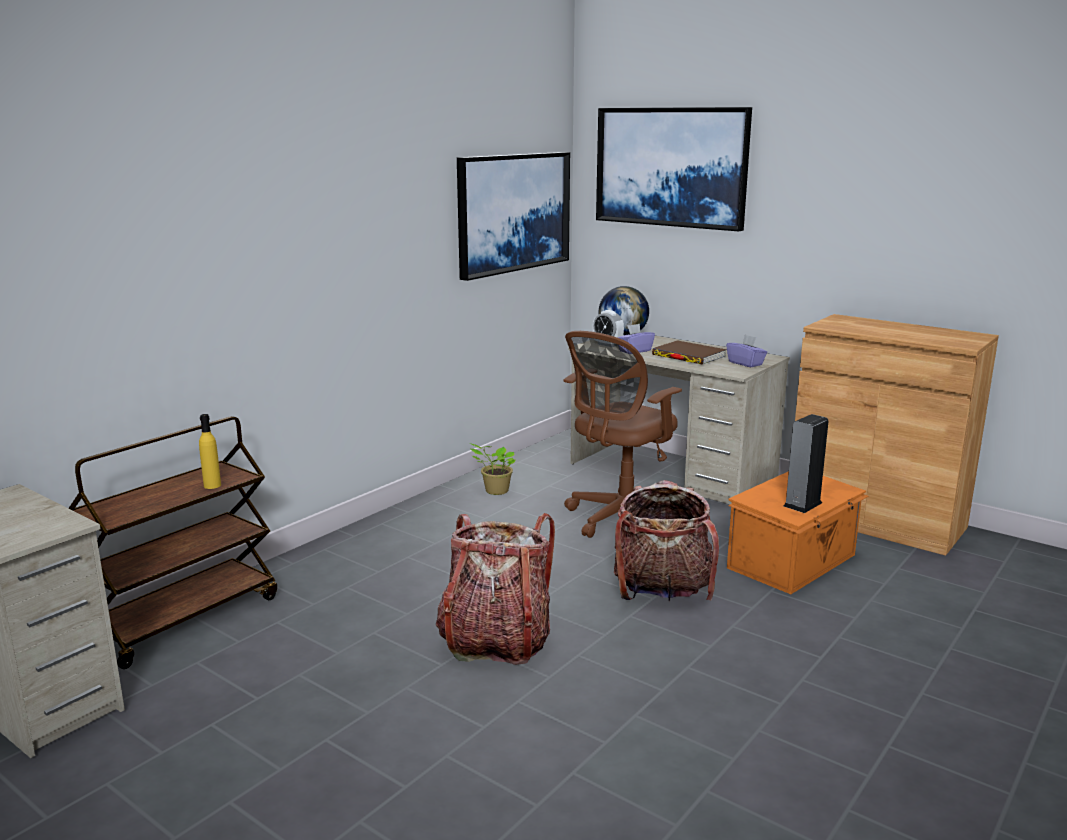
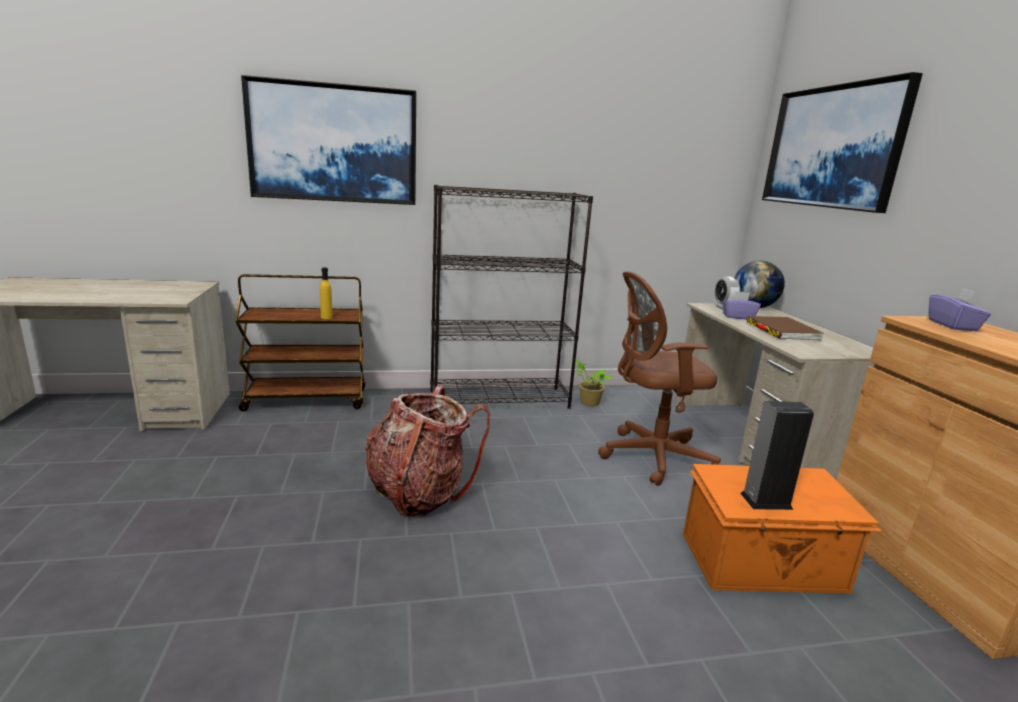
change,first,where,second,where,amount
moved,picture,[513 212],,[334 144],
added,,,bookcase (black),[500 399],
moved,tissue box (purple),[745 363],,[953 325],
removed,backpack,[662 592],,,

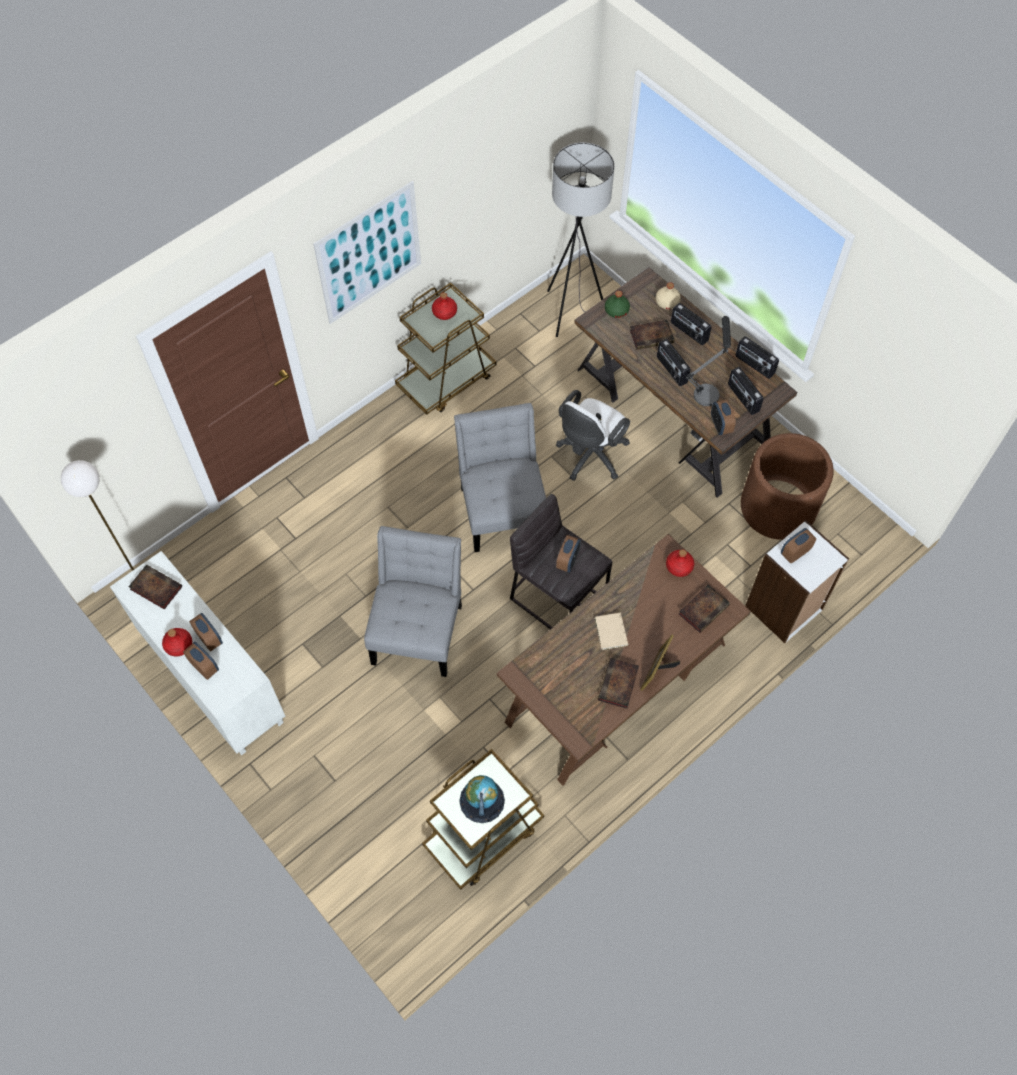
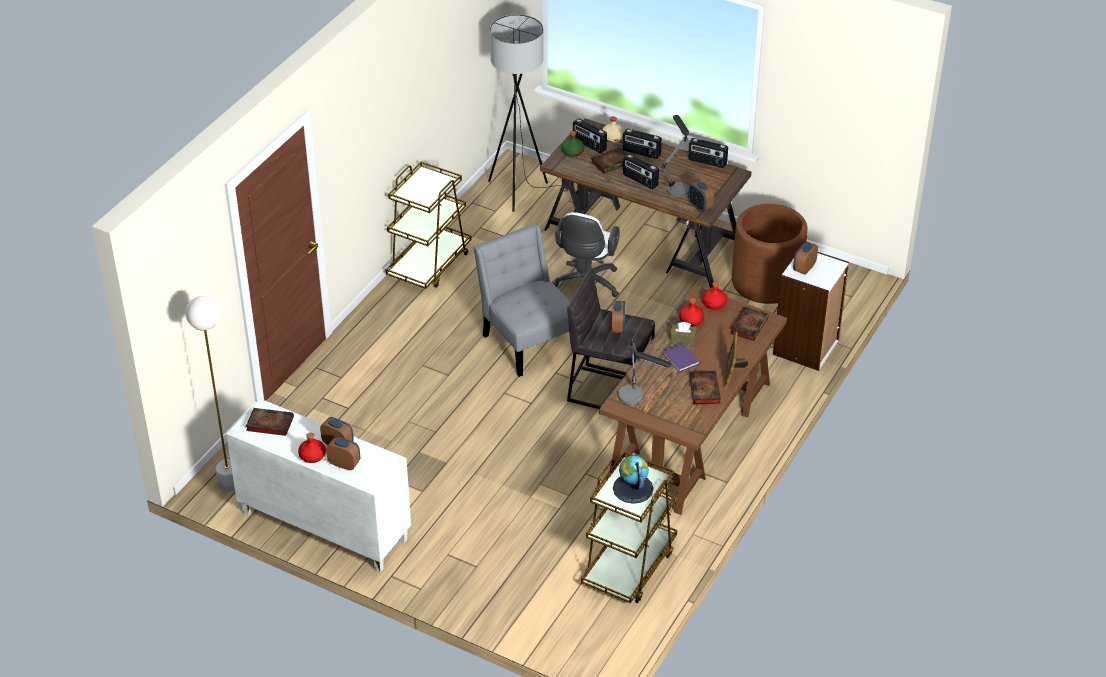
change,first,where,second,where,amount
moved,radio,[742 398],,[589 145],
added,,,table lamp,[637 398],
recoloured,book (beige),[610 633],book (purple),[680 359],
added,,,tissue box (brown),[682 338],
moved,bottle (red),[445 312],,[691 320],
removed,picture,[369 253],,,
removed,chair (grey),[418 628],,,

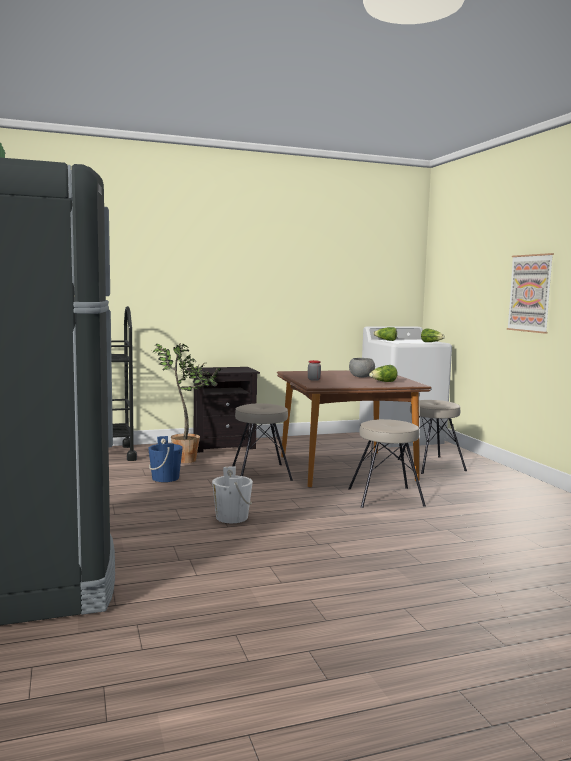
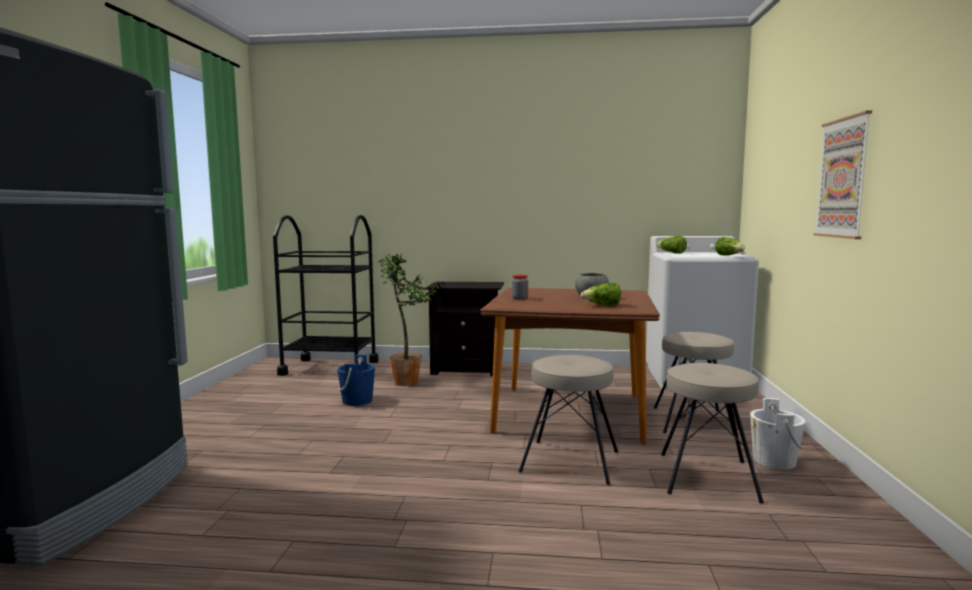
change,first,where,second,where,amount
moved,stool (beige),[260 473],,[706 476],
moved,bucket (white),[232 517],,[774 461],

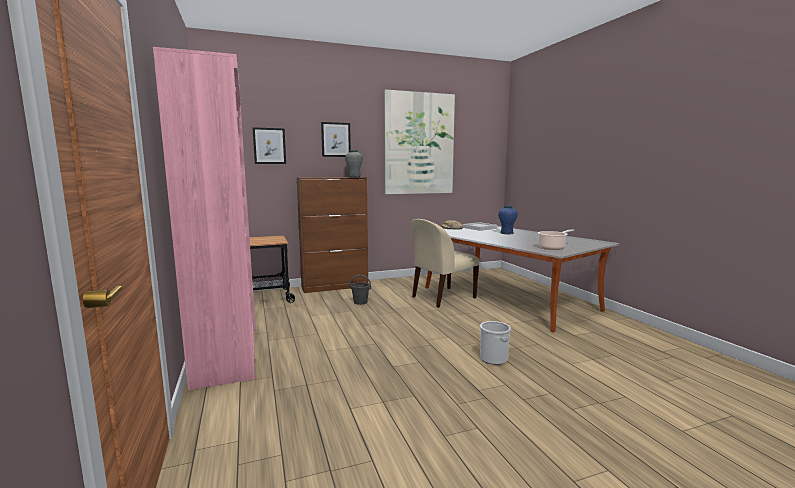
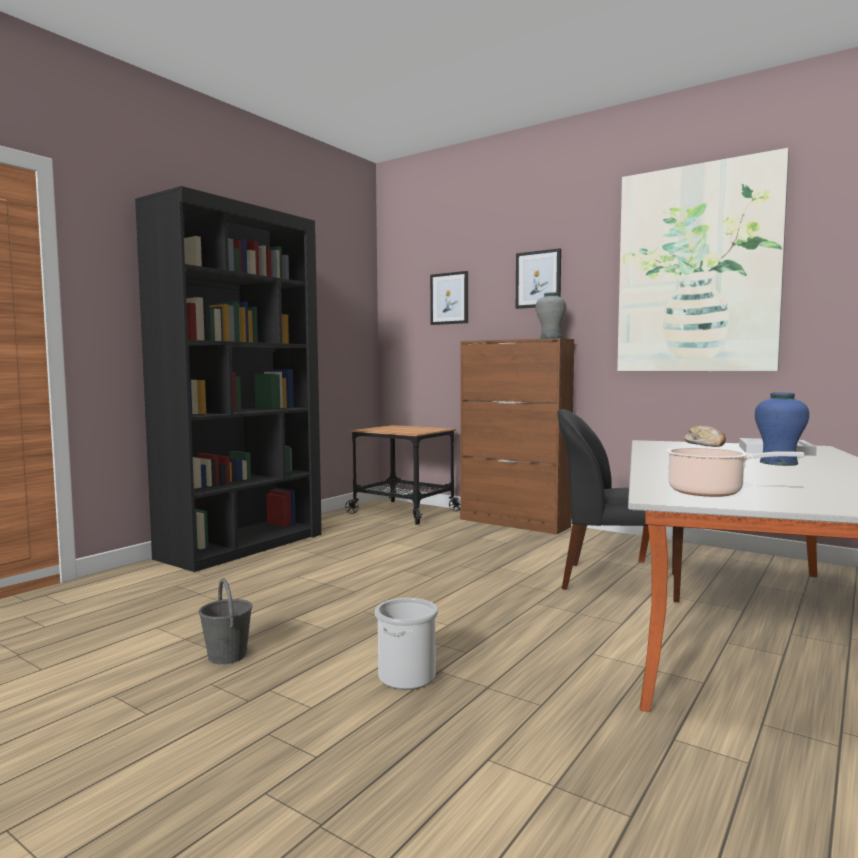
change,first,where,second,where,amount
recoloured,bookcase (pink),[227 353],bookcase (black),[243 546],
moved,bucket (grey),[360 302],,[227 656],
recoloured,chair (beige),[442 298],chair (black),[618 581],

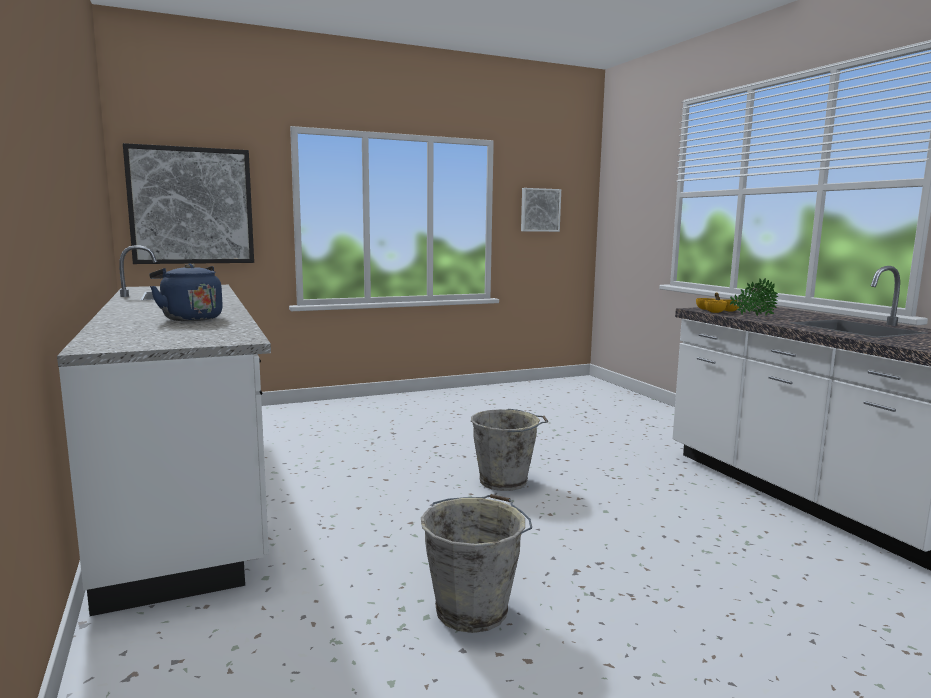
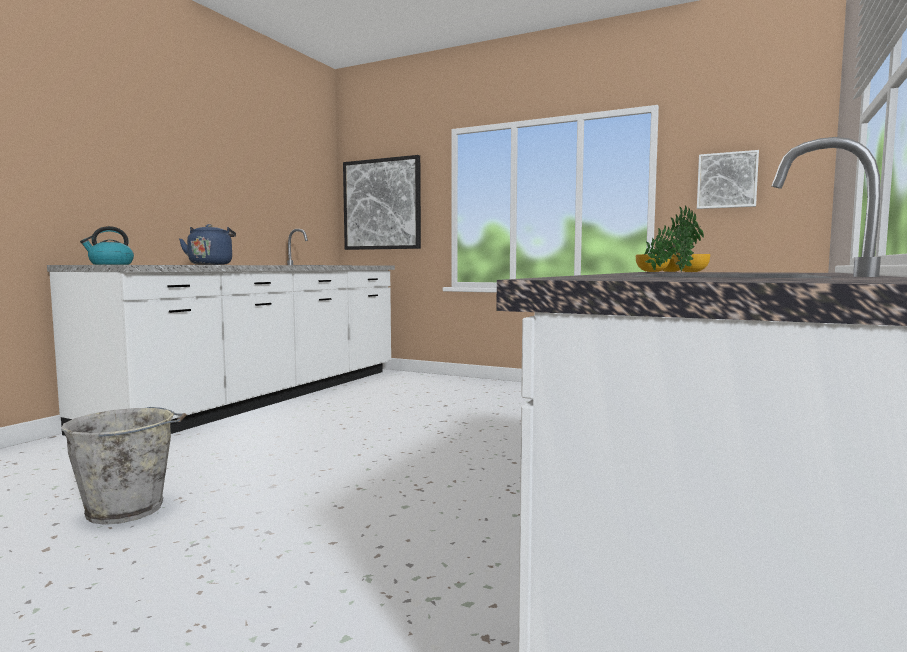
change,first,where,second,where,amount
added,,,kettle,[110 264],
removed,bucket (grey),[505 481],,,

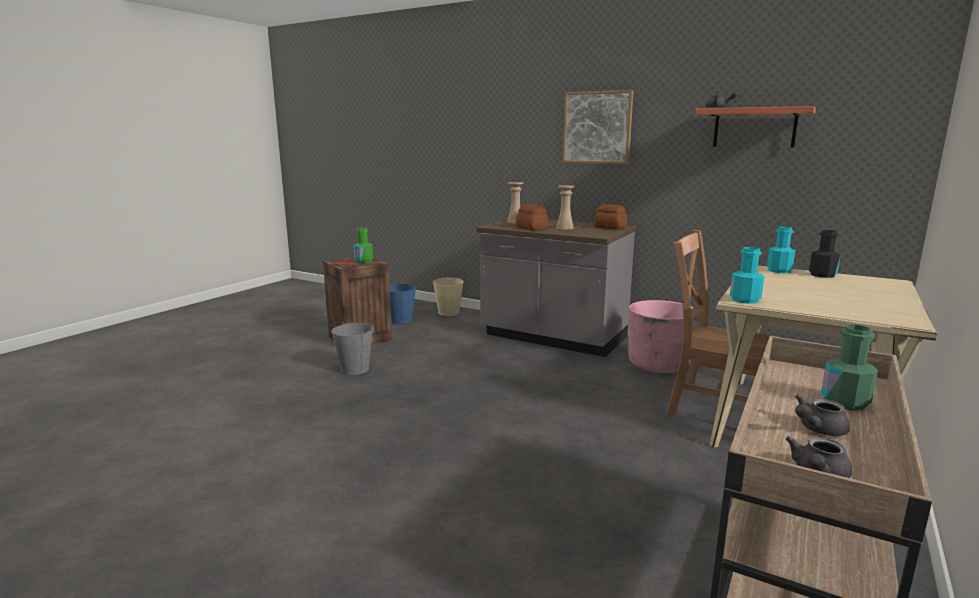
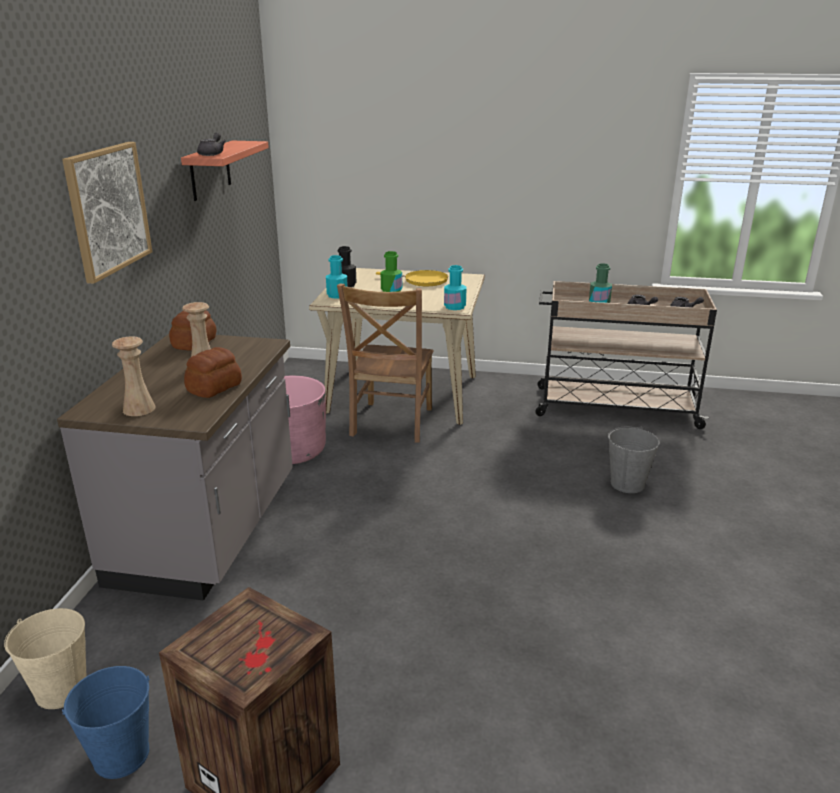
change,first,where,second,where,amount
added,,,frying pan (yellow),[422 281],
moved,bottle (green),[364 261],,[391 291],
moved,bucket (grey),[355 369],,[627 484],

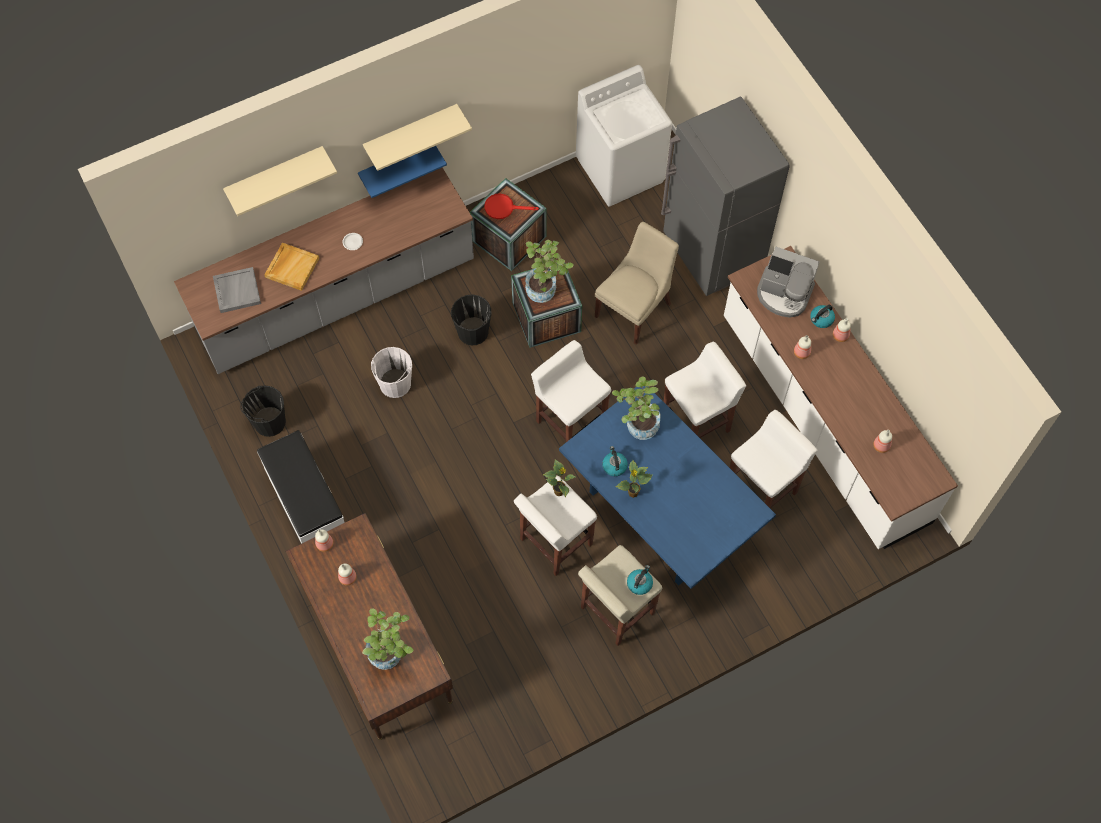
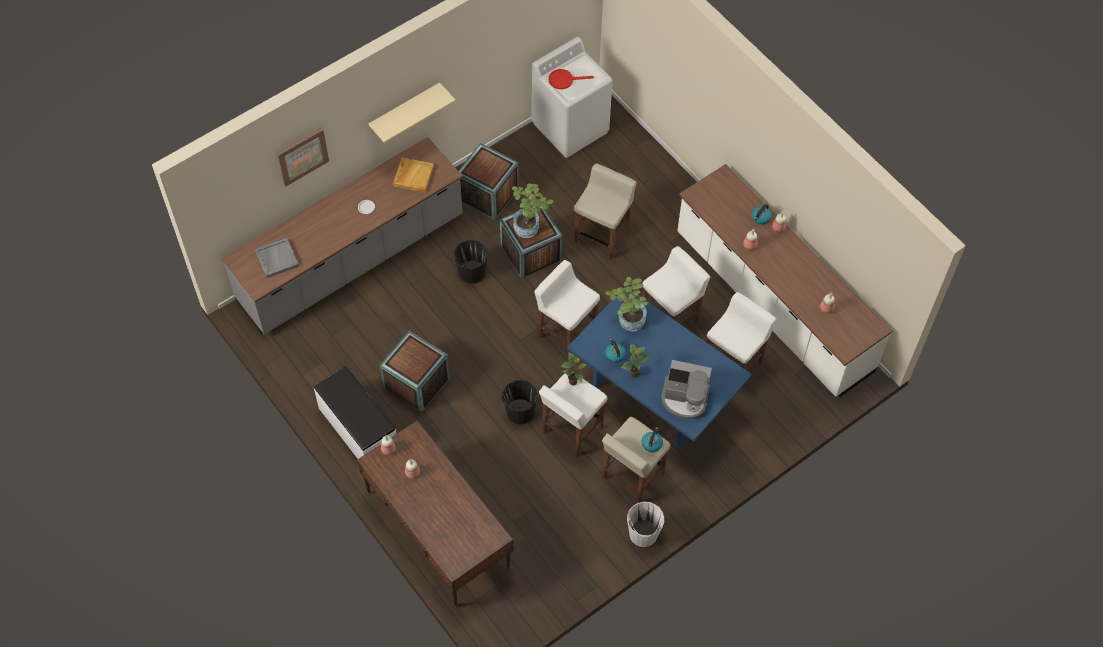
change,first,where,second,where,amount
replaced,shelf (beige),[275 174],picture,[302 156],
added,,,crate,[416 383],
moved,tray (beige),[292 267],,[413 175],
moved,bucket (black),[269 422],,[520 412],
moved,frying pan (red),[503 208],,[564 80],
replaced,chair (beige),[634 308],stool (beige),[602 236],
moved,bucket (white),[395 384],,[643 534],
moved,coffee machine,[784 294],,[685 398],
removed,shelf (blue),[396 163],,,
removed,potted plant,[390 654],,,
removed,fridge (grey),[712 254],,,

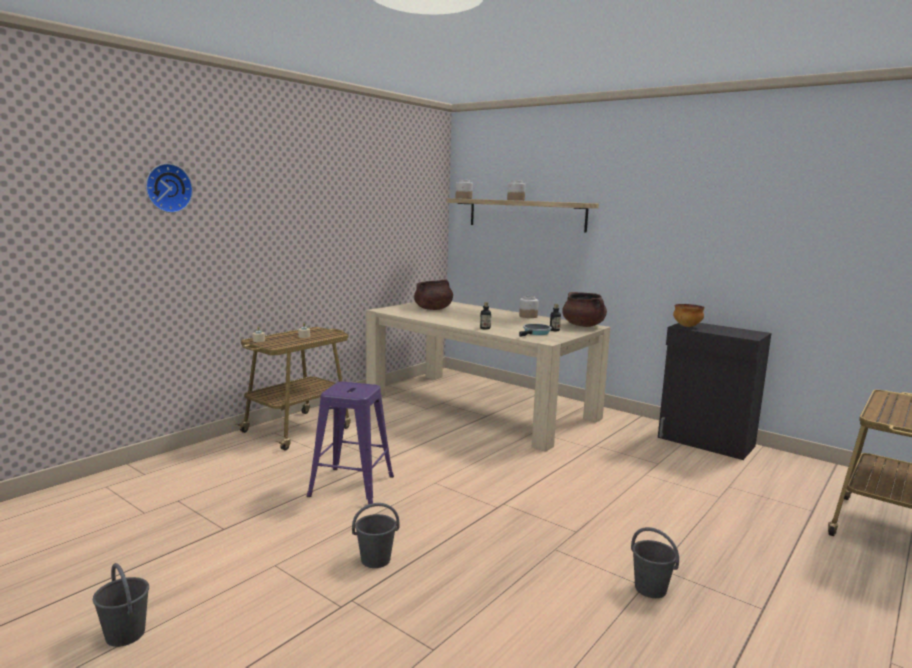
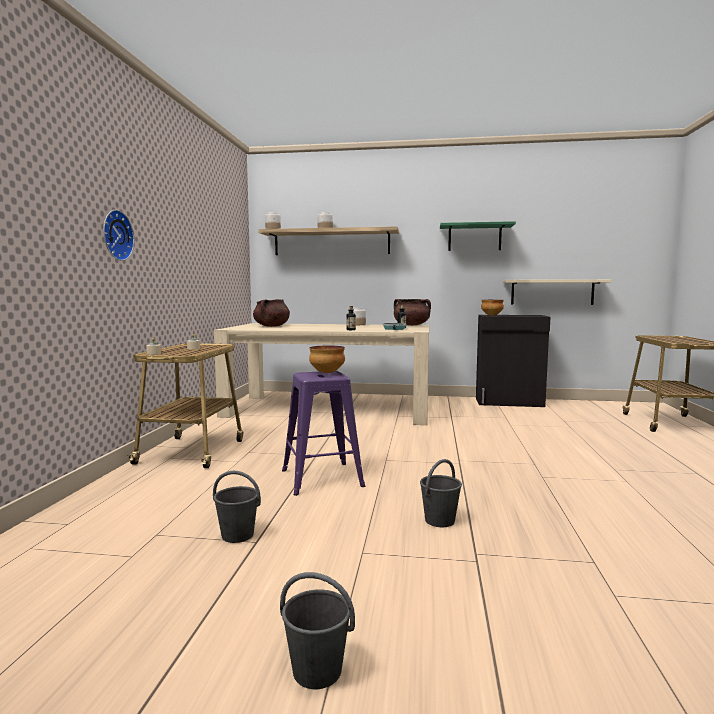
change,first,where,second,where,amount
moved,wall clock,[167 188],,[115 235],
moved,bucket (grey),[651 589],,[238 535],
added,,,bowl,[326 373],
added,,,shelf (green),[474 238],
added,,,shelf (beige),[552 292],

